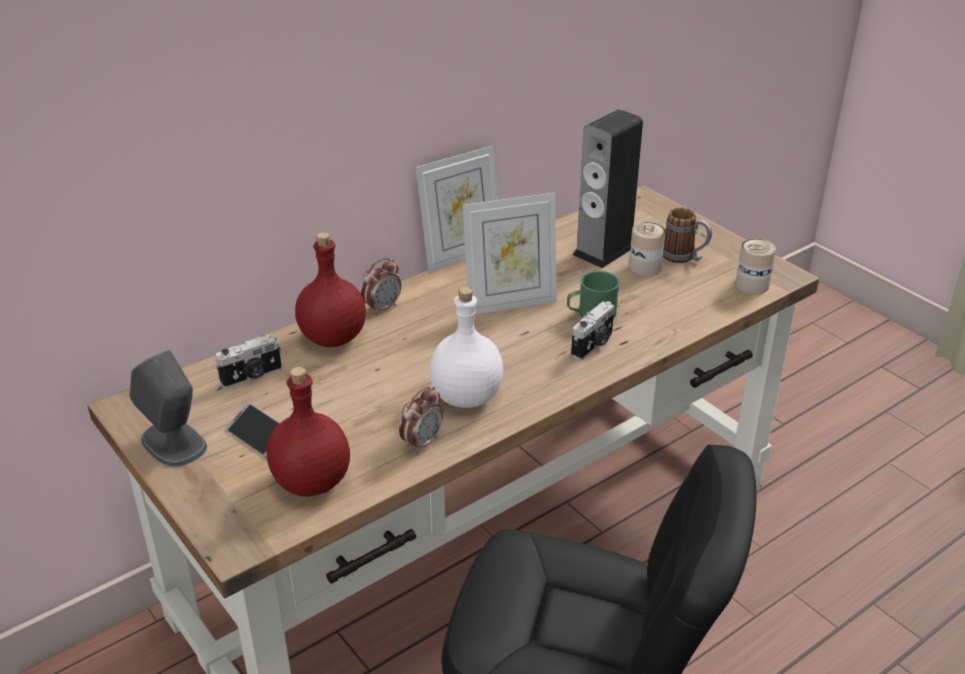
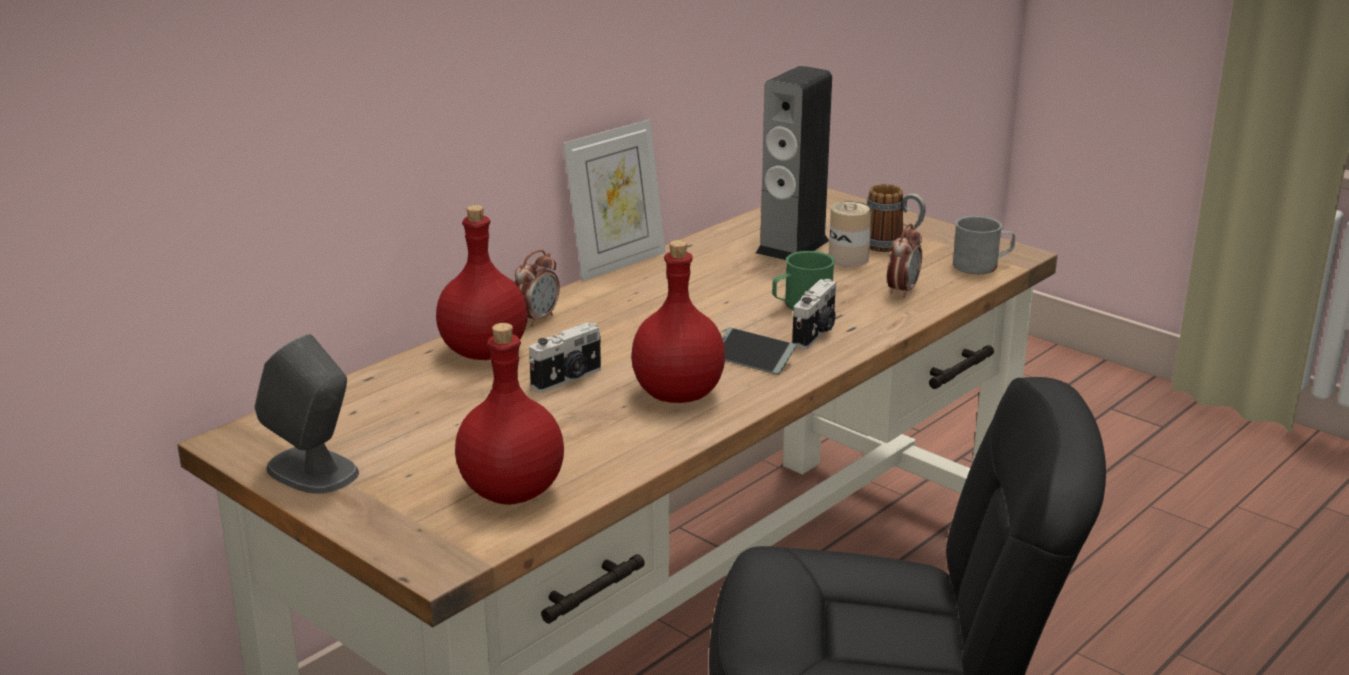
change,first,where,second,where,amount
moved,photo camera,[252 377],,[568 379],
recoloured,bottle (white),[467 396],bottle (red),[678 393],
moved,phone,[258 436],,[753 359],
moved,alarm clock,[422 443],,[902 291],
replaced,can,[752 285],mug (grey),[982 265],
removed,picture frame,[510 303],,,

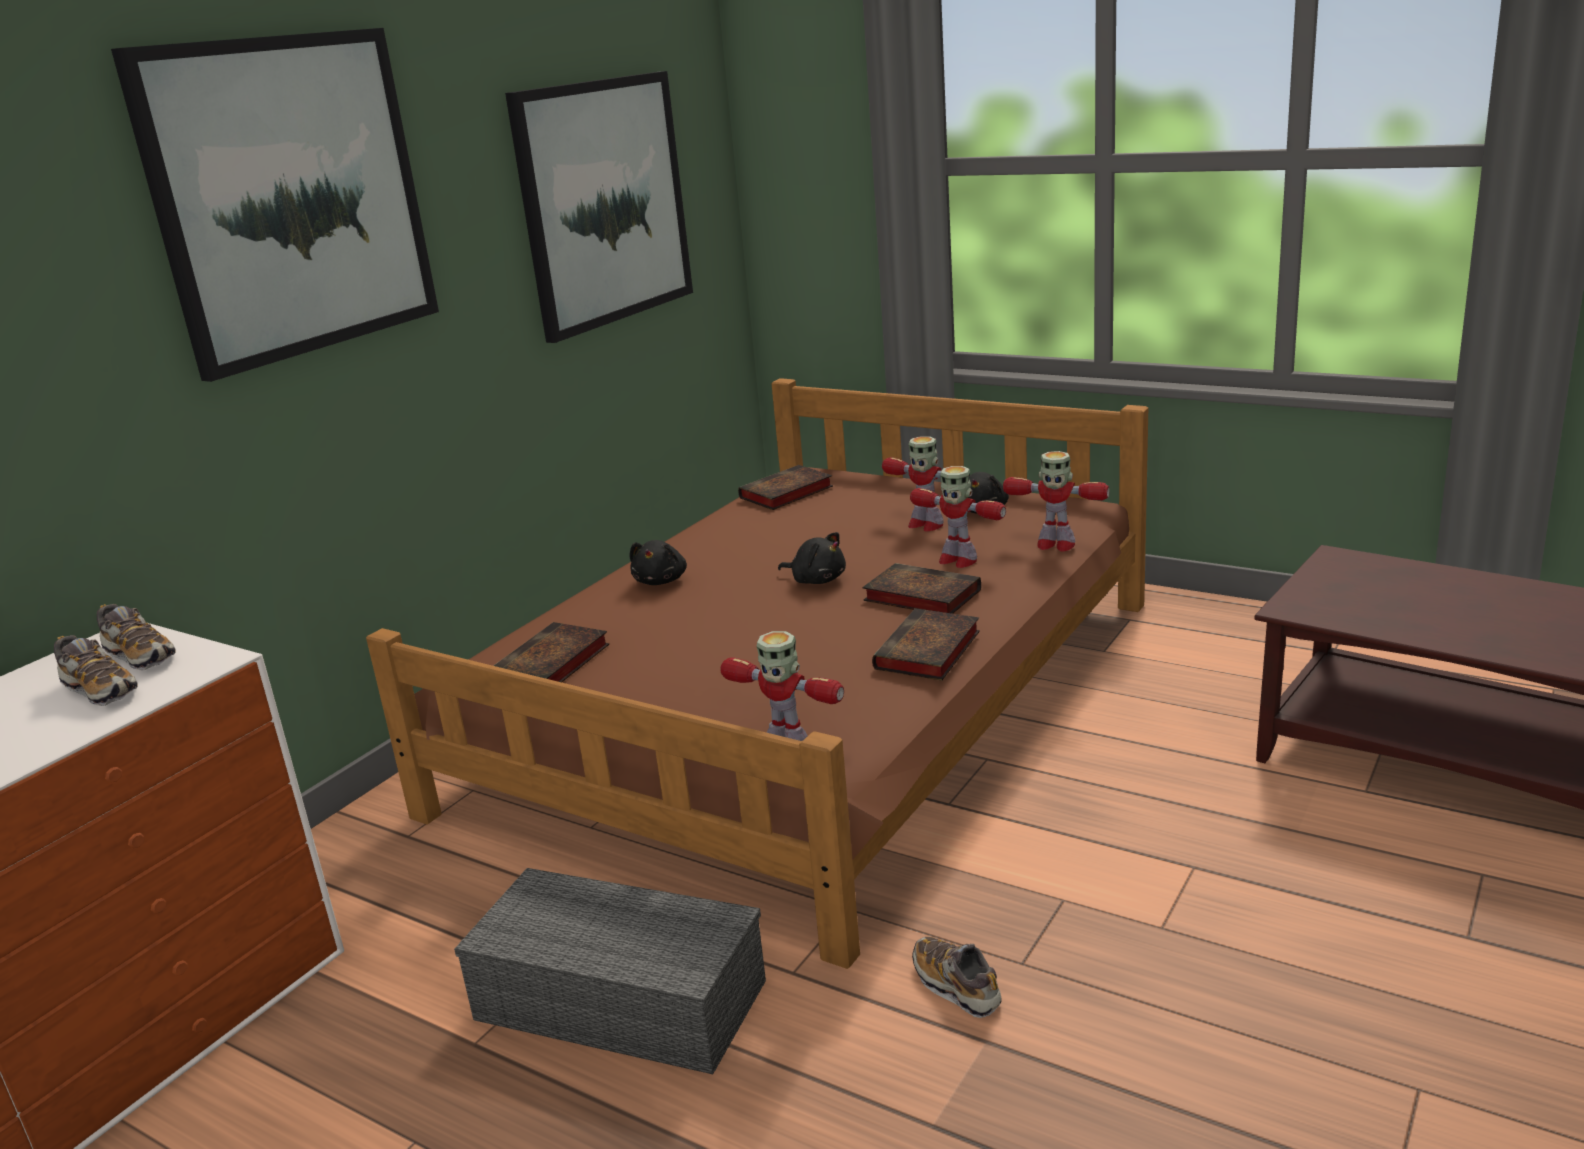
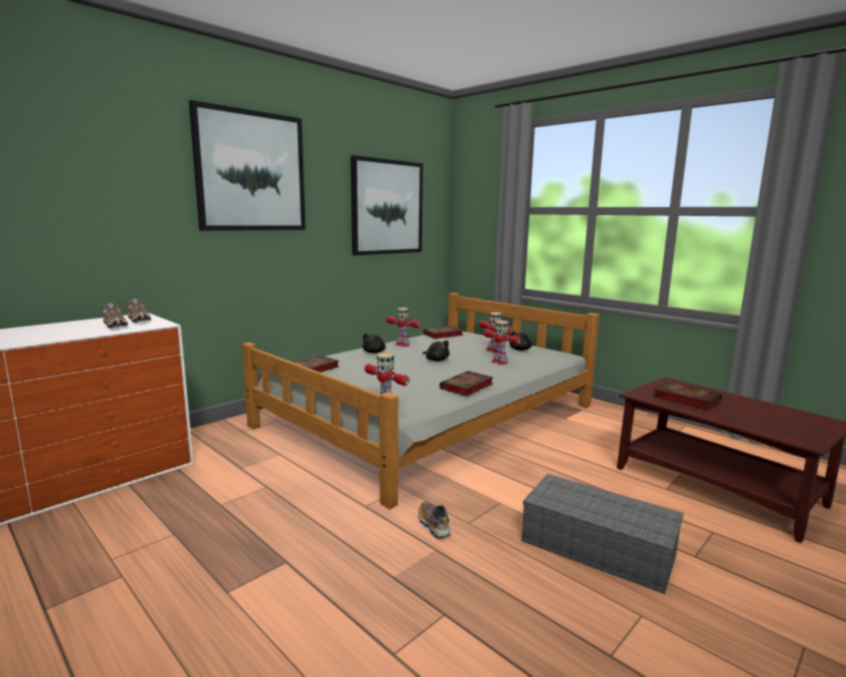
change,first,where,second,where,amount
recoloured,bed (brown),[814 703],bed (grey),[429 416],
moved,toy robot,[1055 544],,[402 345],
moved,storage box (grey),[615 1001],,[595 547],
moved,book,[919 596],,[684 399],

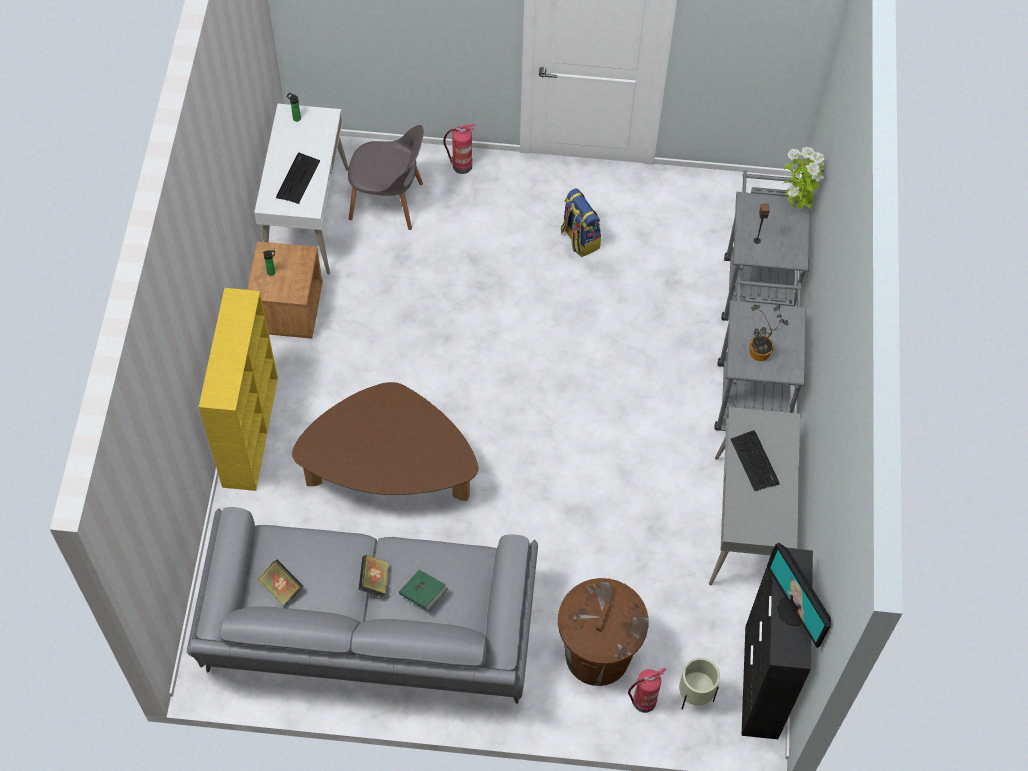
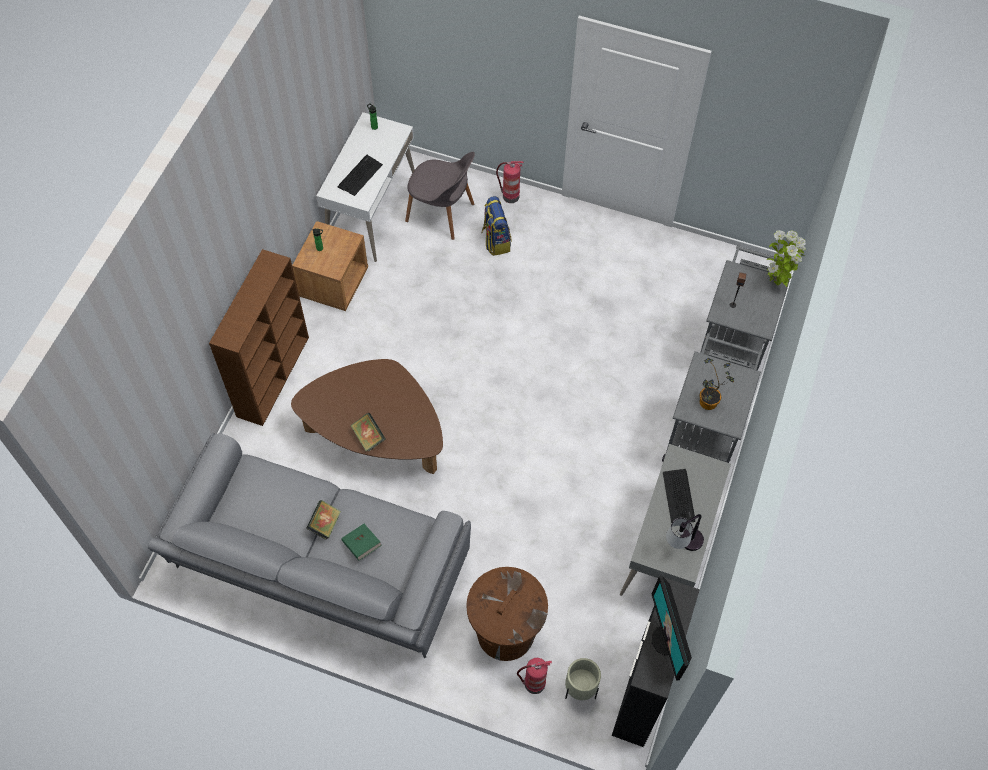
change,first,where,second,where,amount
recoloured,bookcase (yellow),[250 430],bookcase (brown),[273 375],
moved,book,[281 588],,[368 437],
moved,backpack,[579 239],,[495 241],
added,,,table lamp,[682 546],

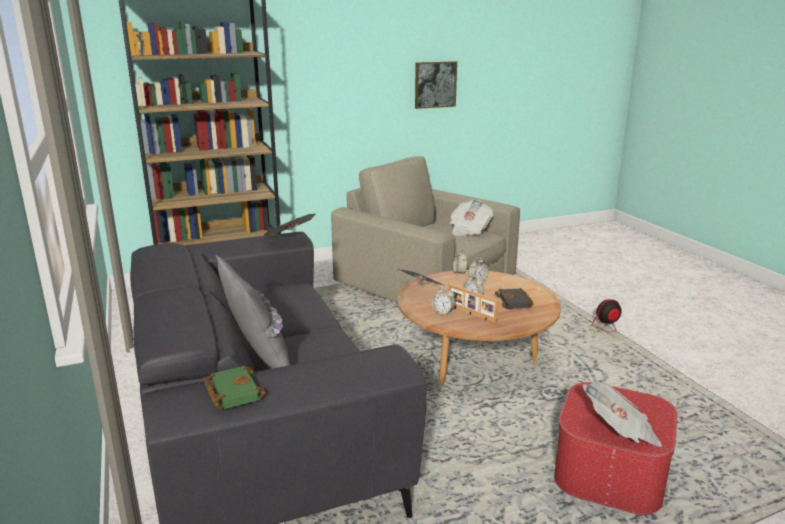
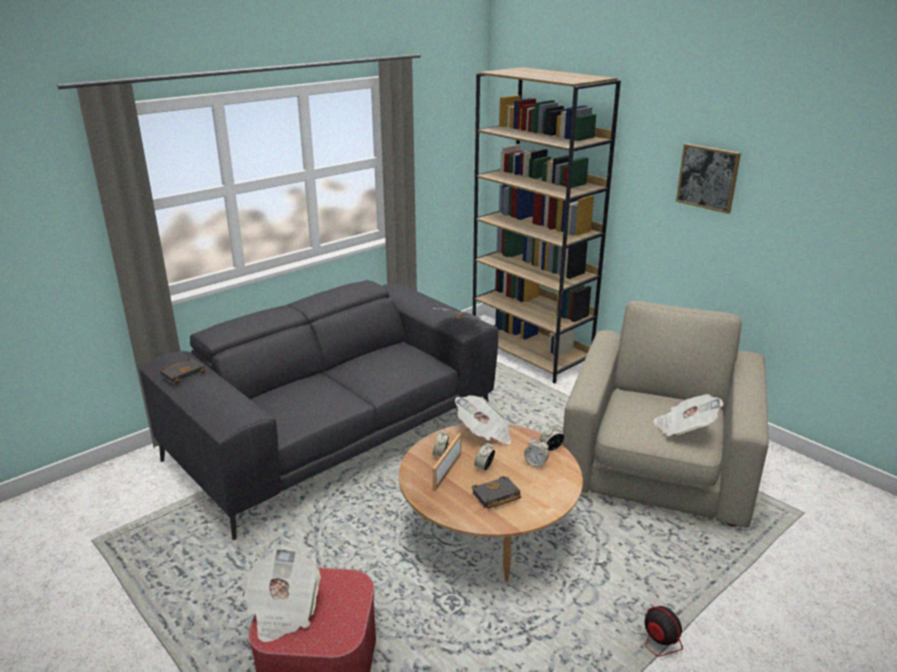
change,first,where,second,where,amount
recoloured,book (green),[232 391],book (black),[183 373],
moved,picture,[435 84],,[708 177],
removed,pillow (grey),[257 363],,,

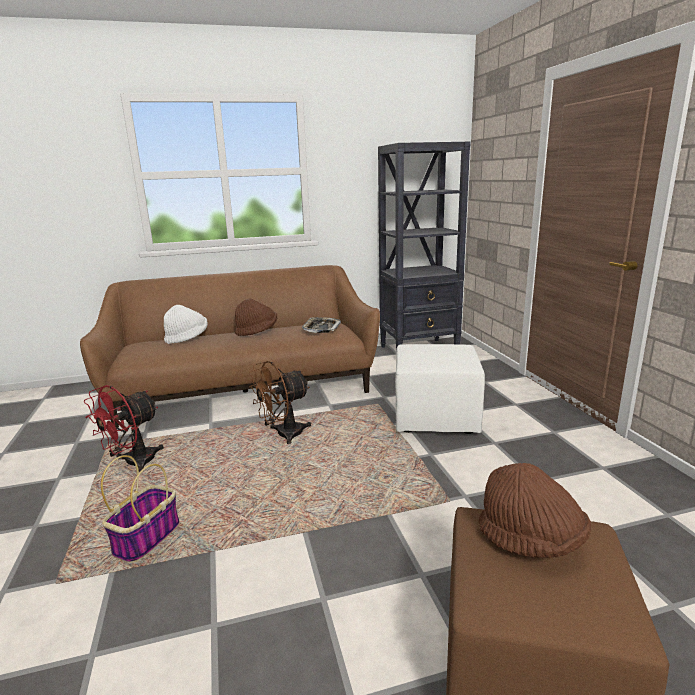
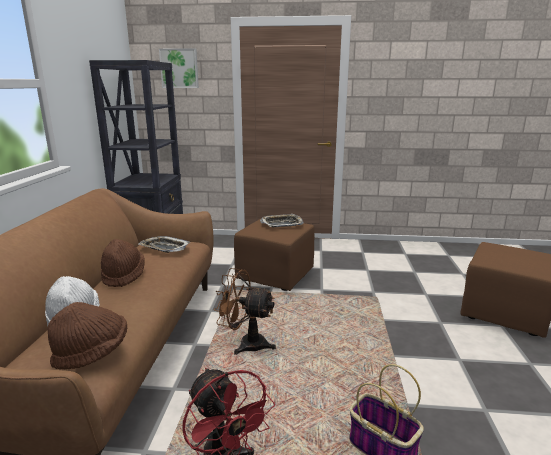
change,first,where,second,where,amount
moved,hat (brown),[530 540],,[92 353],
added,,,picture,[179 68],
turned,fan (brown),[283 435],,[246 344],120 degrees clockwise
recoloured,ottoman (white),[436 417],ottoman (brown),[275 275],
added,,,tray,[282 224],

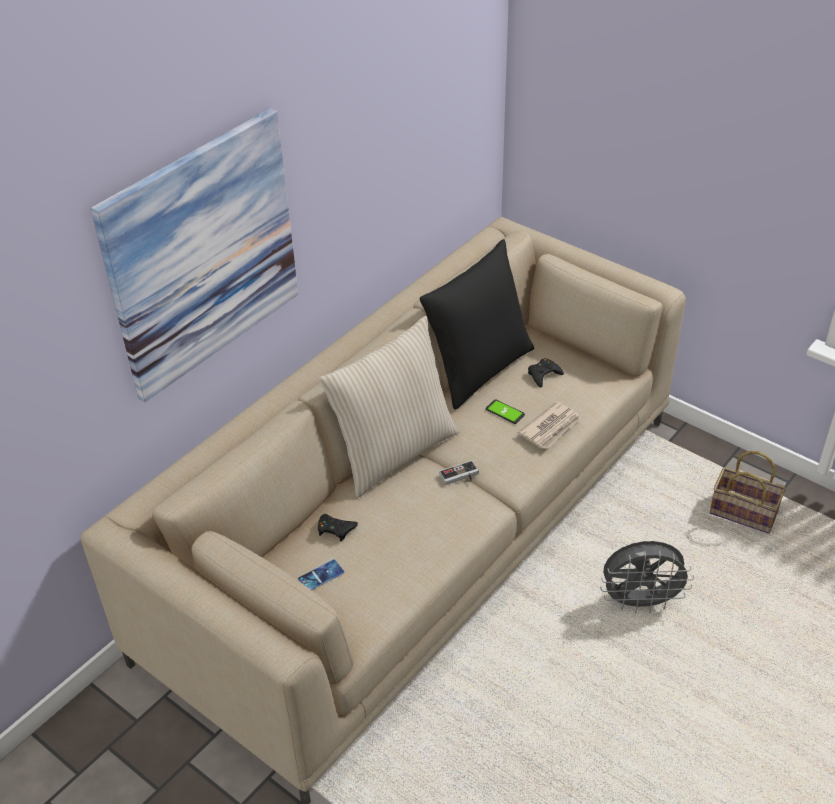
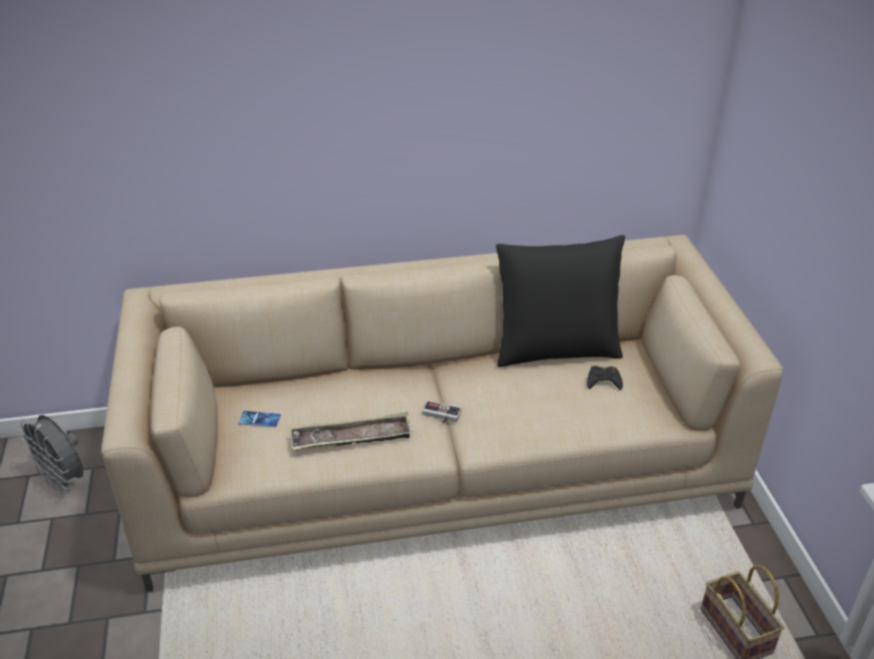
change,first,where,second,where,amount
moved,fan (grey),[640 602],,[63 480],
added,,,tray,[352 438],
removed,picture,[203 254],,,
removed,game controller (black),[335 529],,,
removed,pillow (beige),[394 452],,,
removed,phone,[505 412],,,
removed,newspaper,[550 428],,,

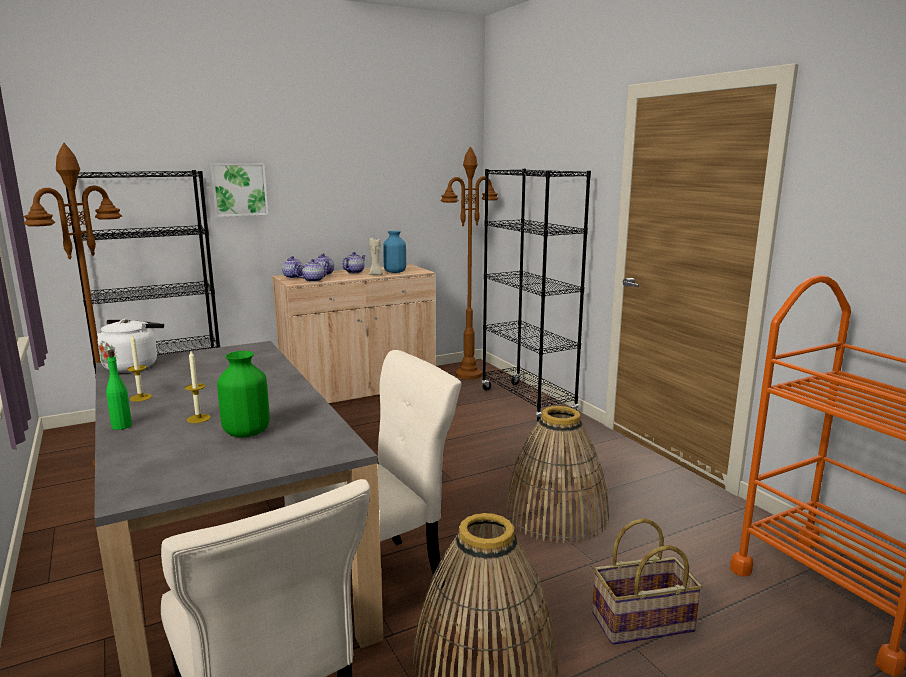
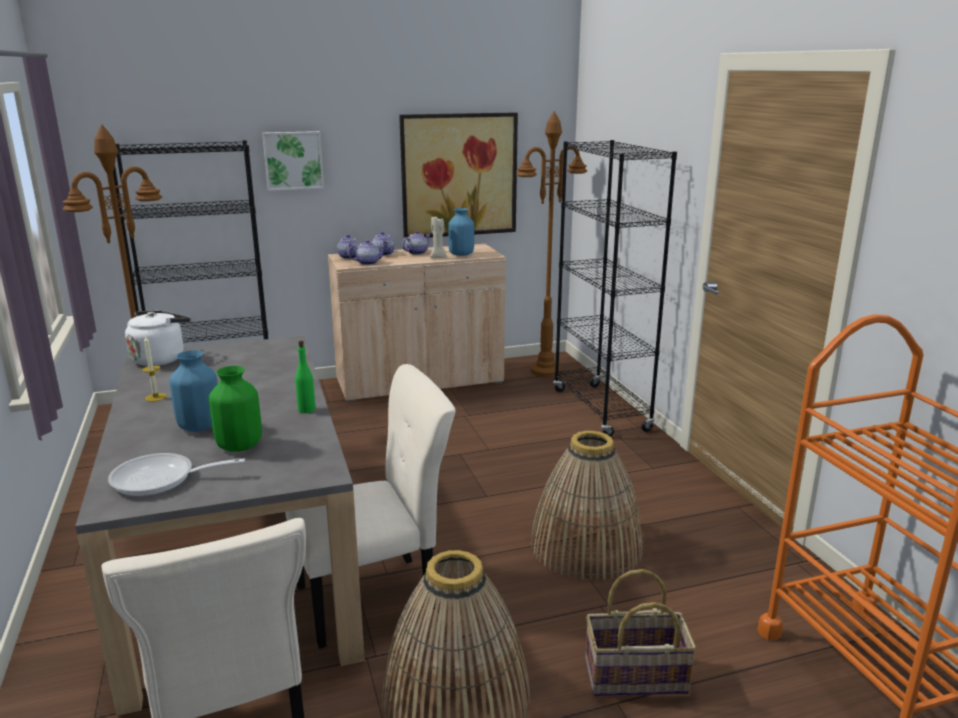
change,first,where,second,where,amount
added,,,frying pan,[161 480],
replaced,candle,[198 418],vase (blue),[200 426],
moved,bottle (green),[122 426],,[307 409],
added,,,picture,[459 175],

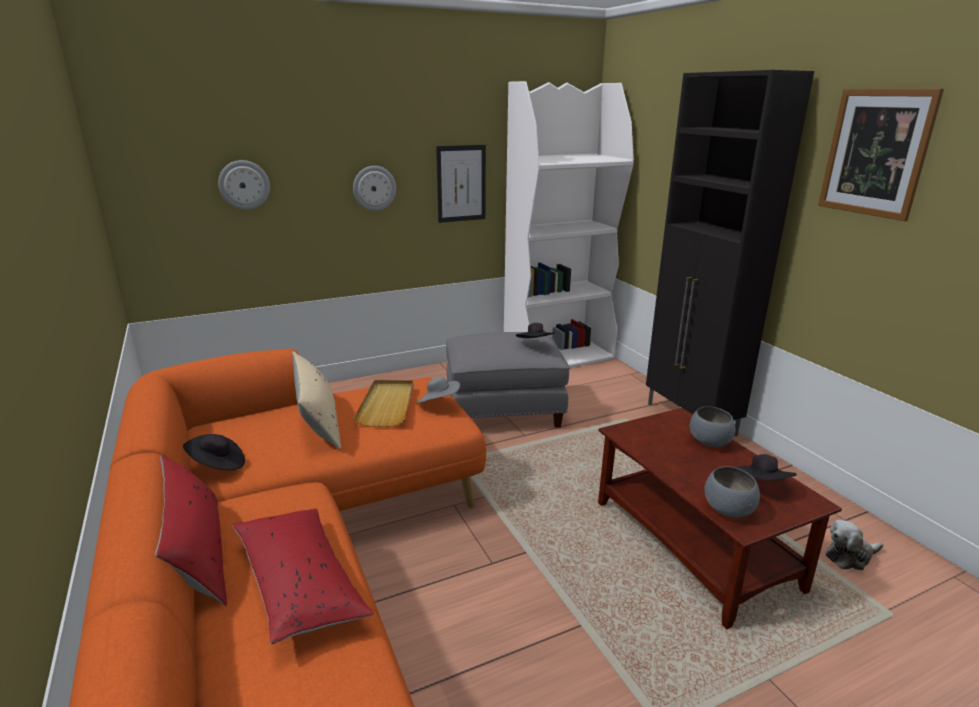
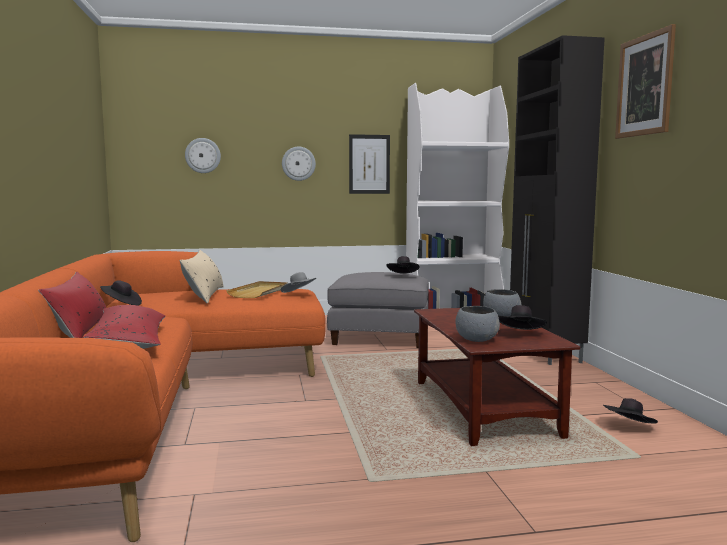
change,first,where,second,where,amount
replaced,plush toy,[850 556],hat (black),[629 427],

